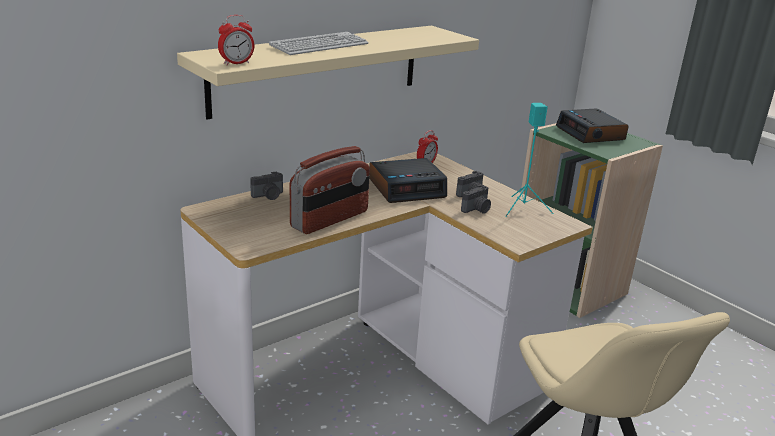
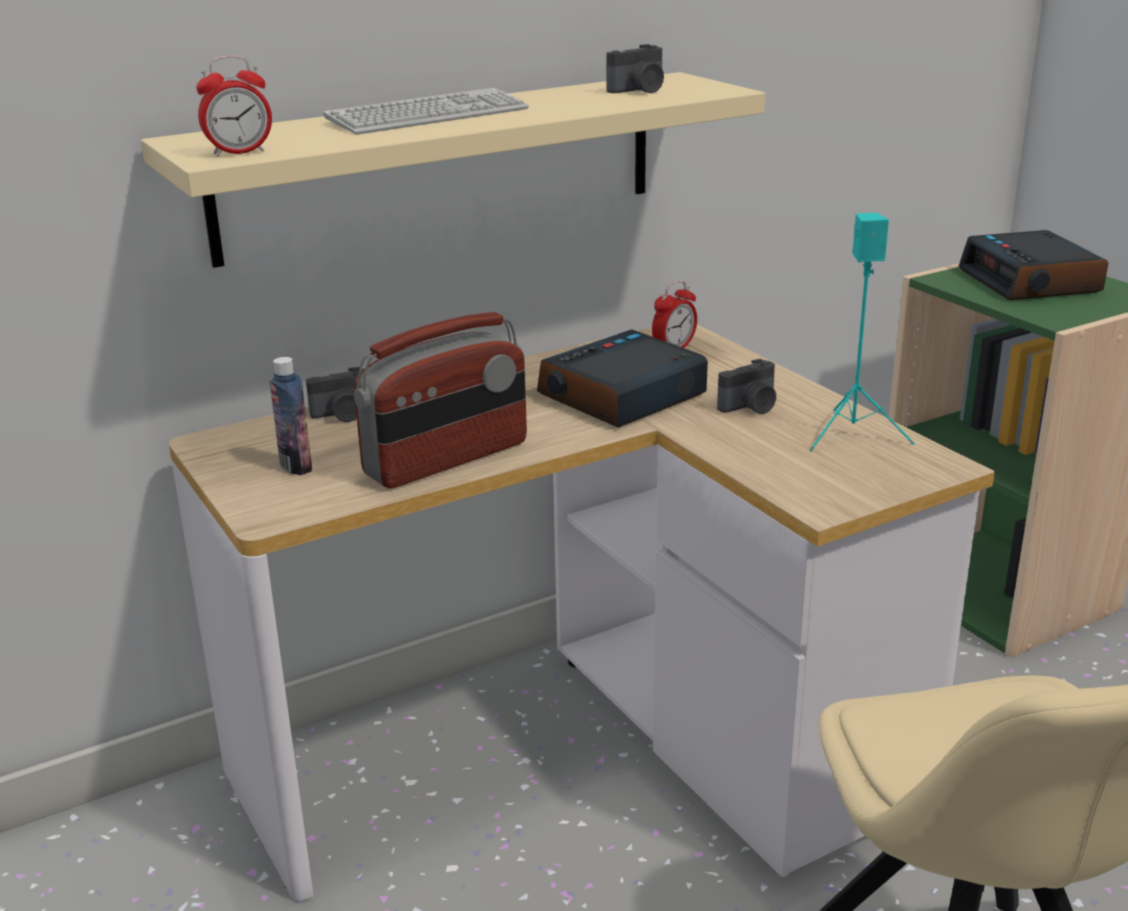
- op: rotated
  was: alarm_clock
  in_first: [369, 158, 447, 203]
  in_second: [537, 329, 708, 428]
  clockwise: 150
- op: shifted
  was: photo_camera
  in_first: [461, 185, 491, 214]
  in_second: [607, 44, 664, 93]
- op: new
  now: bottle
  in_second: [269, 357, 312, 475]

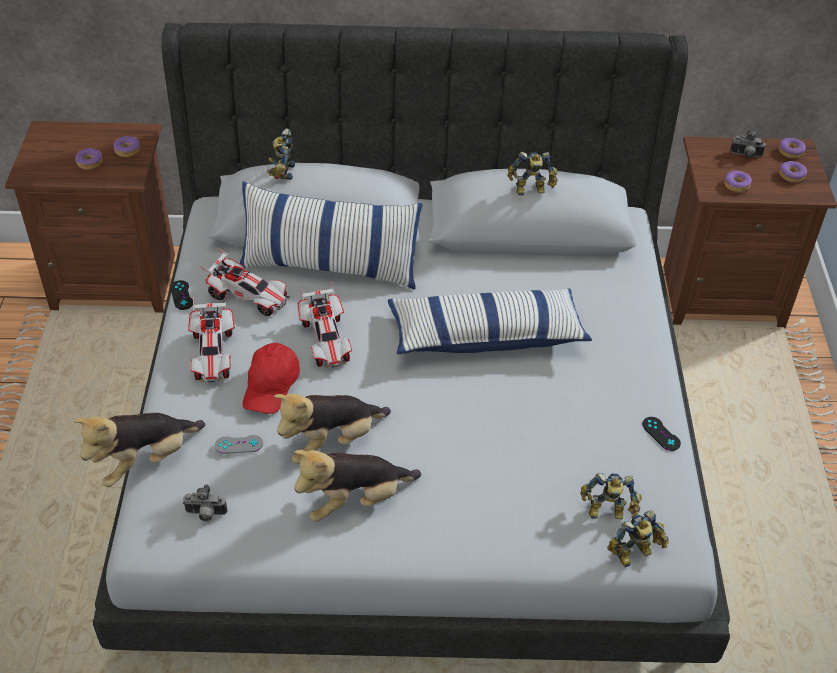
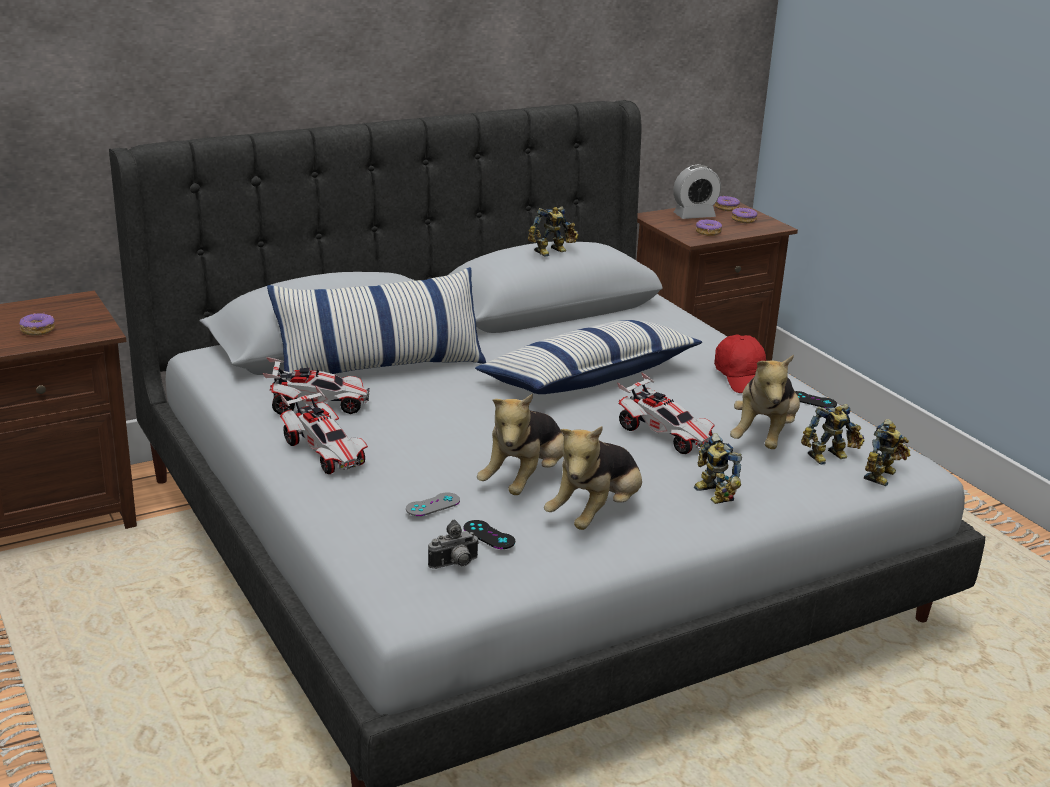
- op: shifted
  was: plush_toy
  in_first: [73, 413, 205, 487]
  in_second: [730, 355, 800, 449]
- op: gone
  was: donut
  in_first: [113, 136, 140, 157]
- op: shifted
  was: black_game_controller
  in_first: [170, 280, 193, 310]
  in_second: [463, 520, 515, 549]
- op: shifted
  was: red_cap
  in_first: [243, 343, 300, 414]
  in_second: [714, 335, 766, 393]
- op: shifted
  was: toy_robot
  in_first: [267, 128, 295, 180]
  in_second: [694, 433, 742, 504]
- op: shifted
  was: toy_car
  in_first: [298, 281, 352, 367]
  in_second: [617, 372, 715, 454]
- op: swapped
  was: photo_camera
  now: alarm_clock
  in_first: [730, 129, 766, 158]
  in_second: [673, 165, 721, 219]

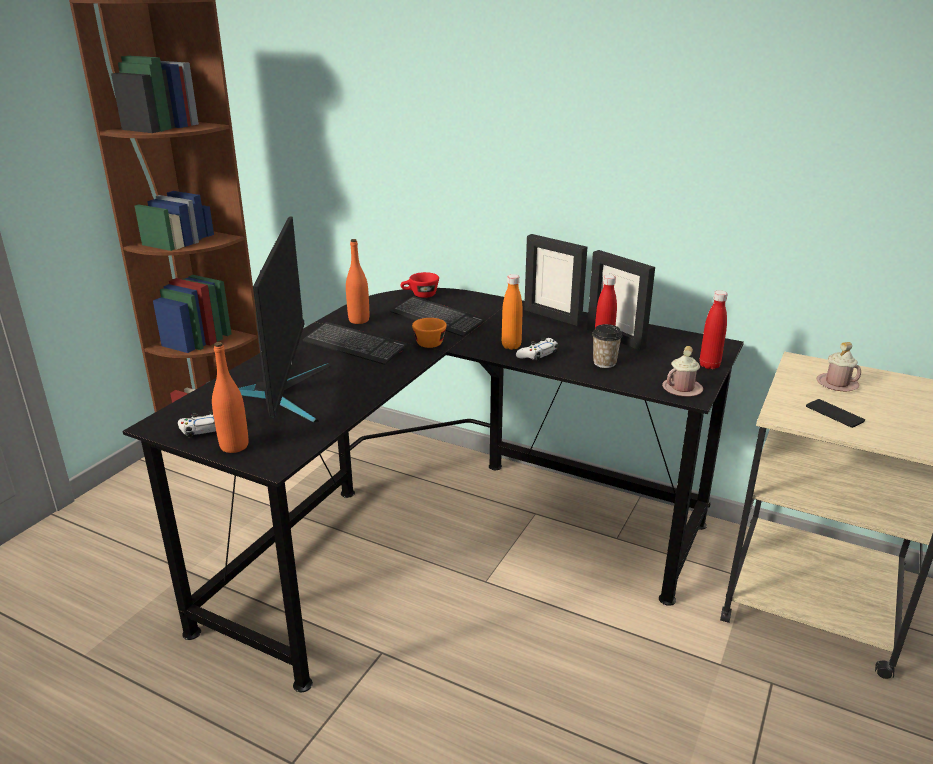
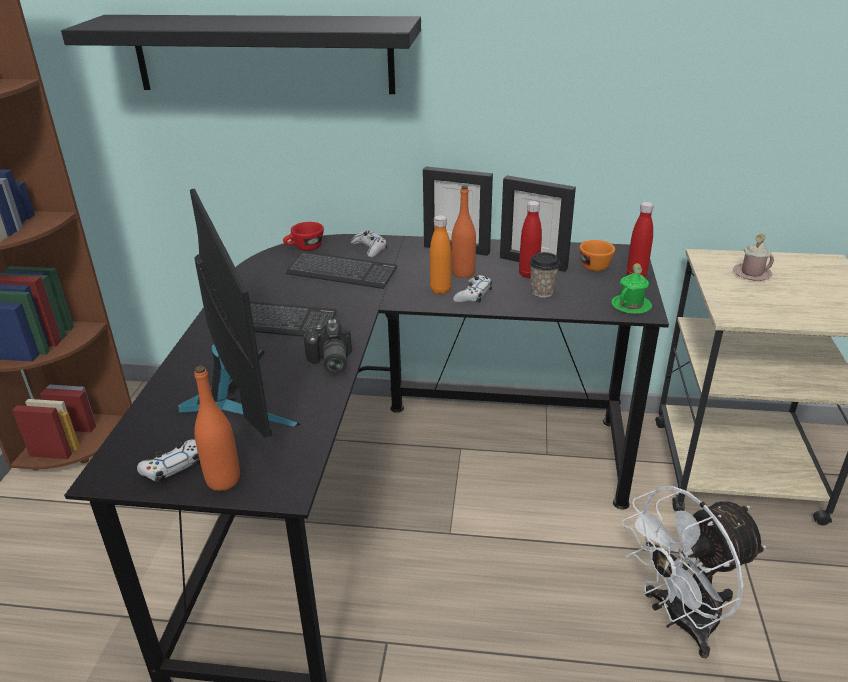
- op: shifted
  was: orange_bottle
  in_first: [346, 239, 369, 324]
  in_second: [451, 186, 476, 278]
- op: shifted
  was: orange_cup
  in_first: [412, 318, 447, 348]
  in_second: [580, 240, 615, 271]
- op: repainted
  was: pink_mug
  now: green_mug
  in_first: [662, 346, 703, 397]
  in_second: [611, 263, 652, 314]
- op: gone
  was: phone
  in_first: [806, 399, 865, 428]
- op: new
  now: black_shelf
  in_second: [61, 15, 421, 94]
- op: new
  now: photo_camera
  in_second: [304, 319, 352, 375]
- op: new
  now: white_game_controller
  in_second: [351, 231, 387, 258]
- op: new
  now: white_fan
  in_second: [621, 486, 766, 658]

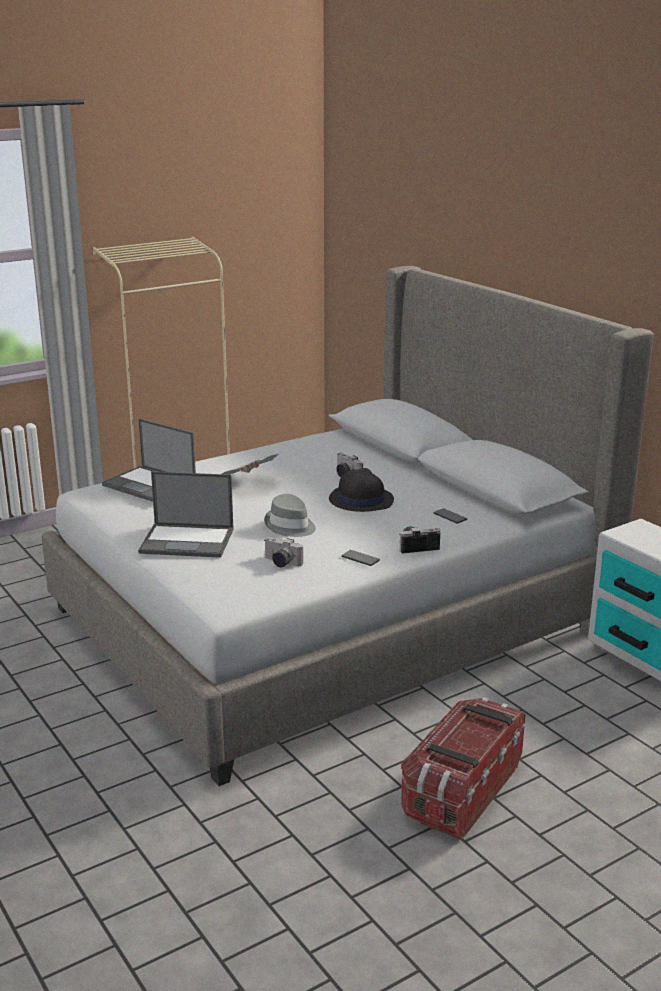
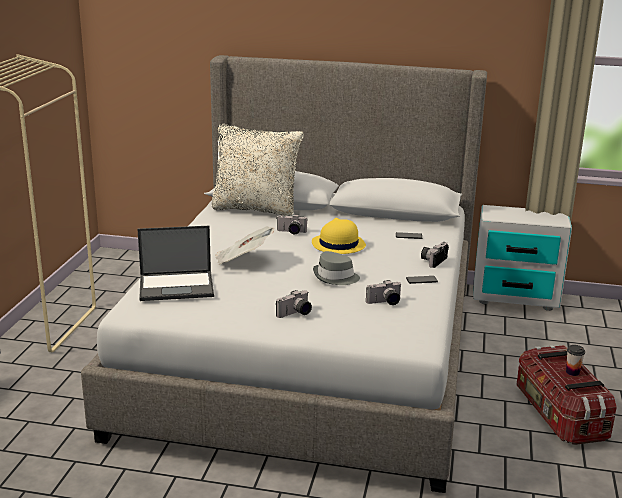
- op: swapped
  was: laptop
  now: photo_camera
  in_first: [138, 471, 234, 558]
  in_second: [276, 290, 312, 318]
- op: repainted
  was: black_hat
  now: yellow_hat
  in_first: [329, 468, 394, 512]
  in_second: [312, 218, 366, 254]
- op: new
  now: beige_pillow
  in_second: [212, 123, 304, 216]
- op: new
  now: cup
  in_second: [566, 345, 585, 376]

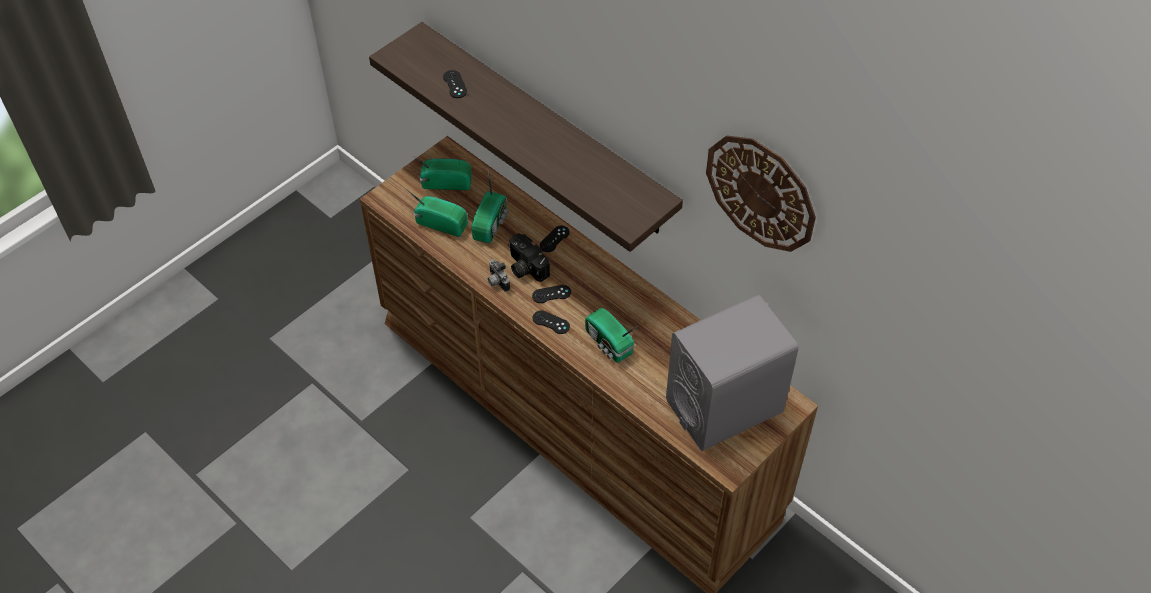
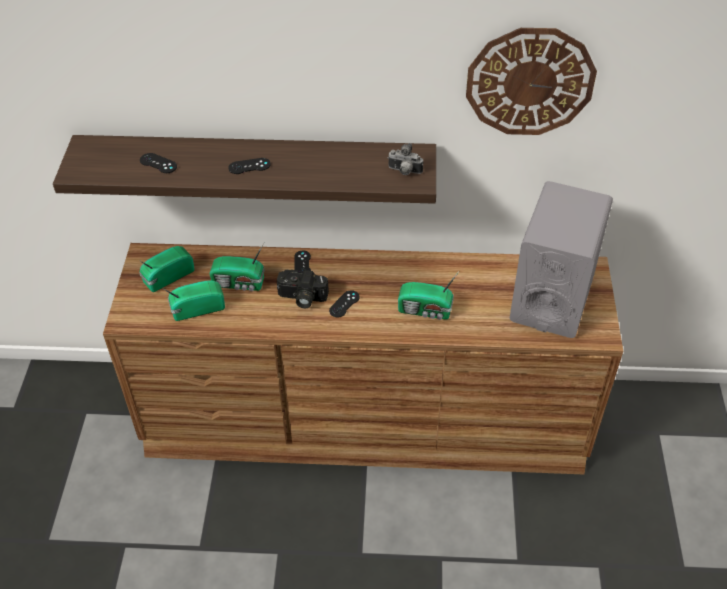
- op: rotated
  was: radio
  in_first: [472, 171, 508, 243]
  in_second: [209, 243, 265, 291]
  clockwise: 120
- op: shifted
  was: photo_camera
  in_first: [488, 259, 510, 292]
  in_second: [388, 143, 423, 175]
- op: shifted
  was: black_game_controller
  in_first: [533, 310, 570, 334]
  in_second: [228, 158, 271, 174]

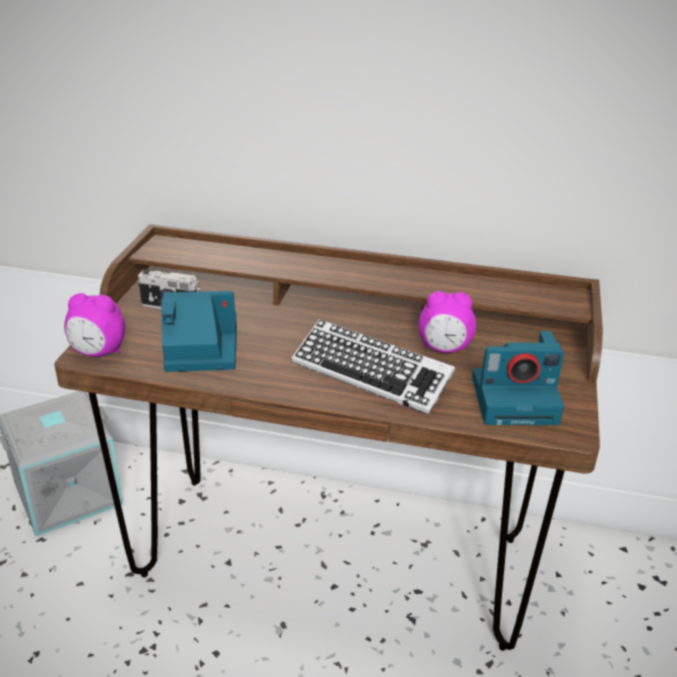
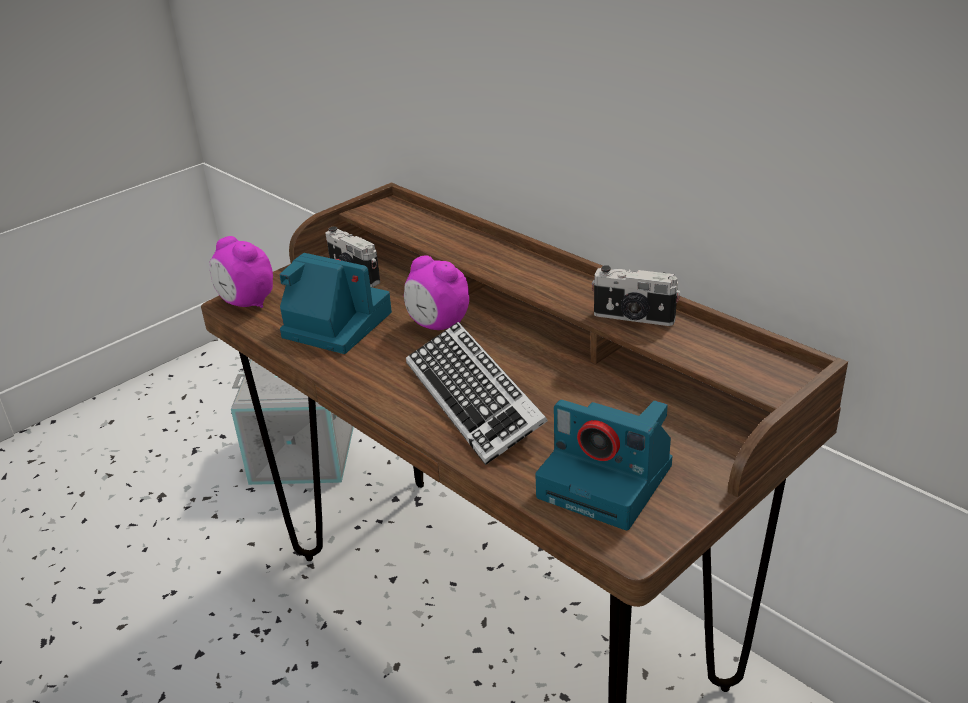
- op: shifted
  was: alarm_clock
  in_first: [419, 291, 476, 353]
  in_second: [404, 255, 469, 330]
- op: new
  now: photo_camera
  in_second: [592, 265, 681, 326]

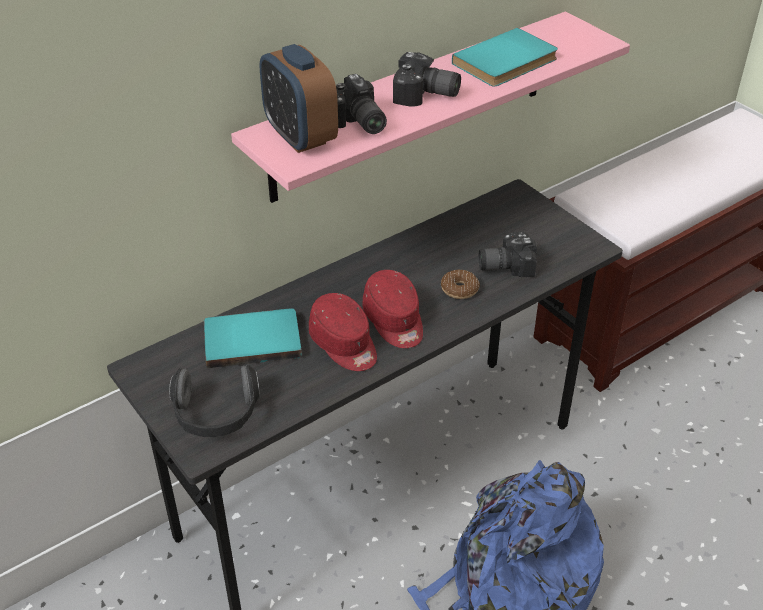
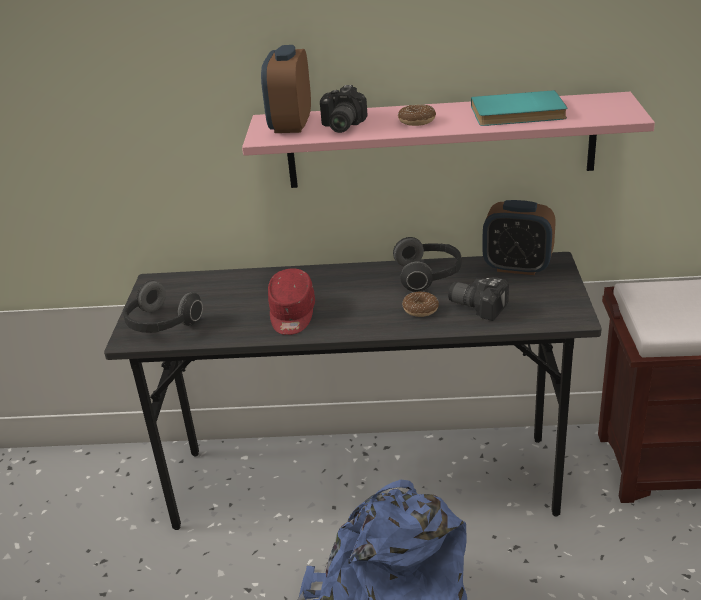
- op: gone
  was: turquoise_book
  in_first: [204, 309, 302, 368]
- op: gone
  was: red_cap
  in_first: [362, 270, 423, 348]
- op: swapped
  was: photo_camera
  now: donut
  in_first: [393, 52, 461, 107]
  in_second: [398, 104, 436, 126]
- op: new
  now: headphones
  in_second: [393, 237, 461, 292]
- op: new
  now: alarm_clock
  in_second: [482, 200, 556, 275]

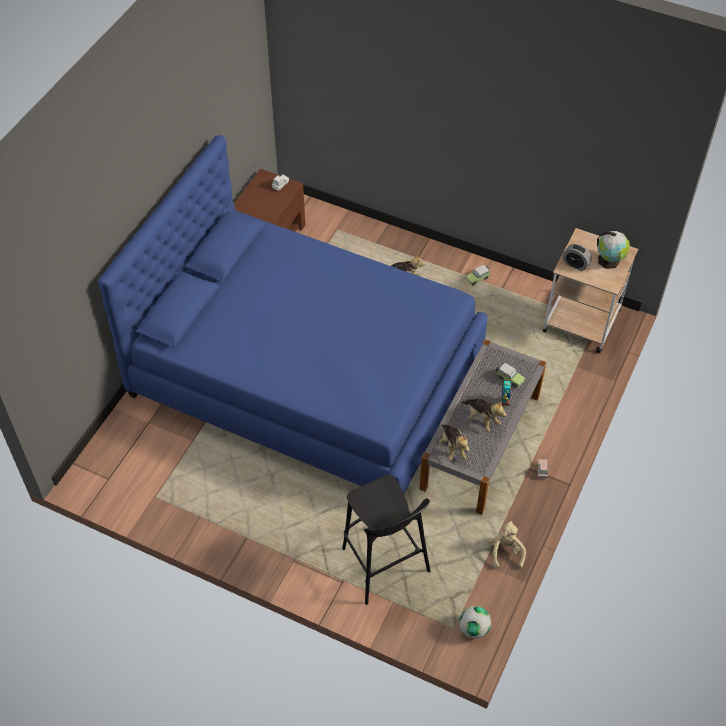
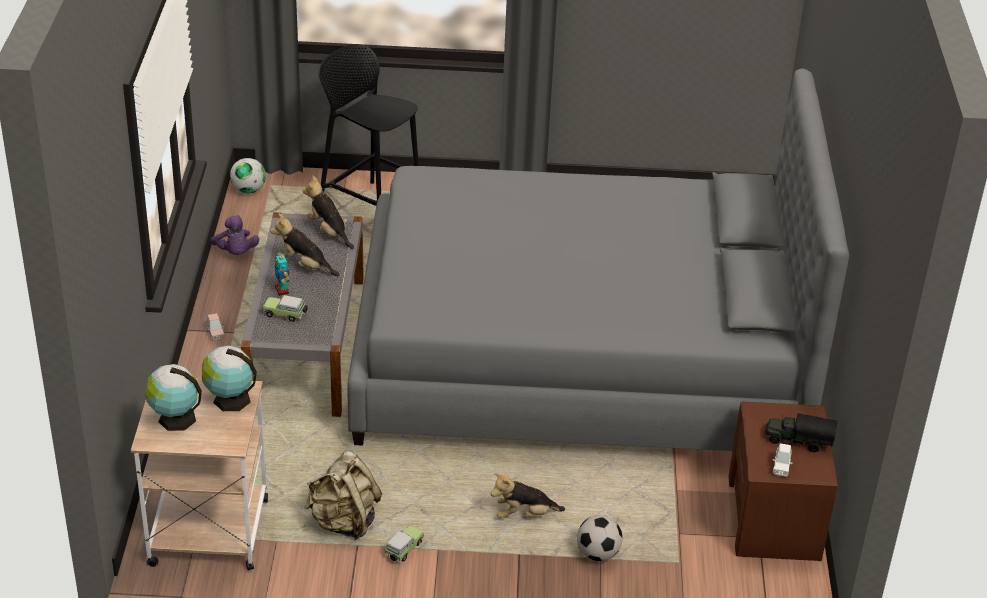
- op: repainted
  was: blue_bed
  now: grey_bed
  in_first: [98, 135, 487, 493]
  in_second: [347, 68, 849, 451]
- op: repainted
  was: beige_plush_toy
  now: purple_plush_toy
  in_first: [488, 521, 526, 569]
  in_second: [210, 215, 259, 255]
- op: swapped
  was: alarm_clock
  now: globe
  in_first: [563, 244, 592, 271]
  in_second: [202, 346, 257, 411]
- op: new
  now: beige_backpack
  in_second: [305, 451, 382, 540]
- op: new
  now: football
  in_second: [577, 515, 623, 561]
- op: new
  now: toy_truck
  in_second: [765, 413, 838, 452]

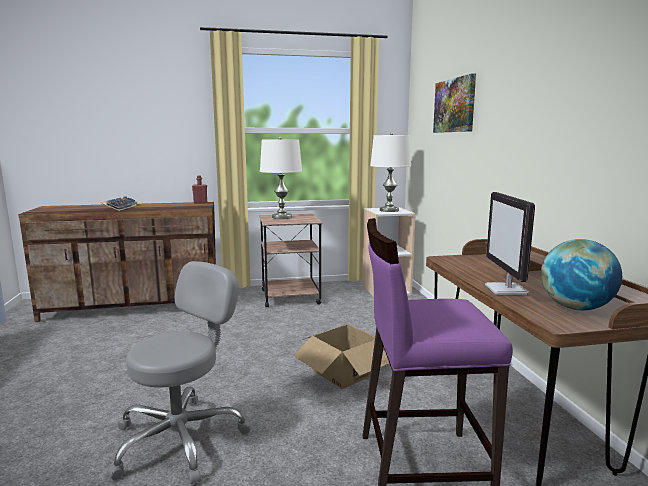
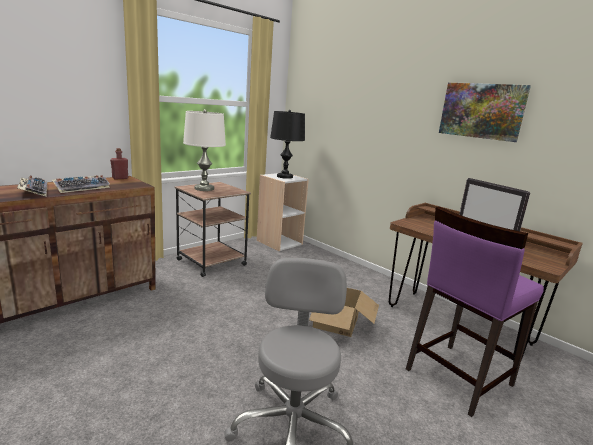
- op: repainted
  was: white_table_lamp
  now: black_table_lamp
  in_first: [370, 132, 411, 212]
  in_second: [270, 110, 305, 179]
- op: shifted
  was: picture
  in_first: [433, 73, 476, 133]
  in_second: [439, 83, 531, 142]
- op: gone
  was: globe
  in_first: [541, 239, 622, 310]
- op: new
  now: keyboard
  in_second: [52, 175, 110, 193]

